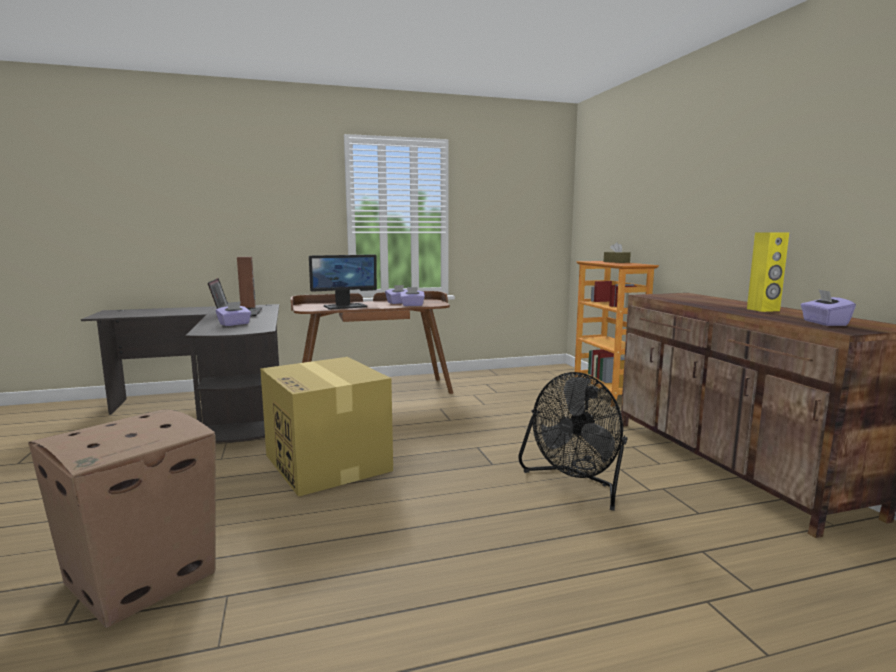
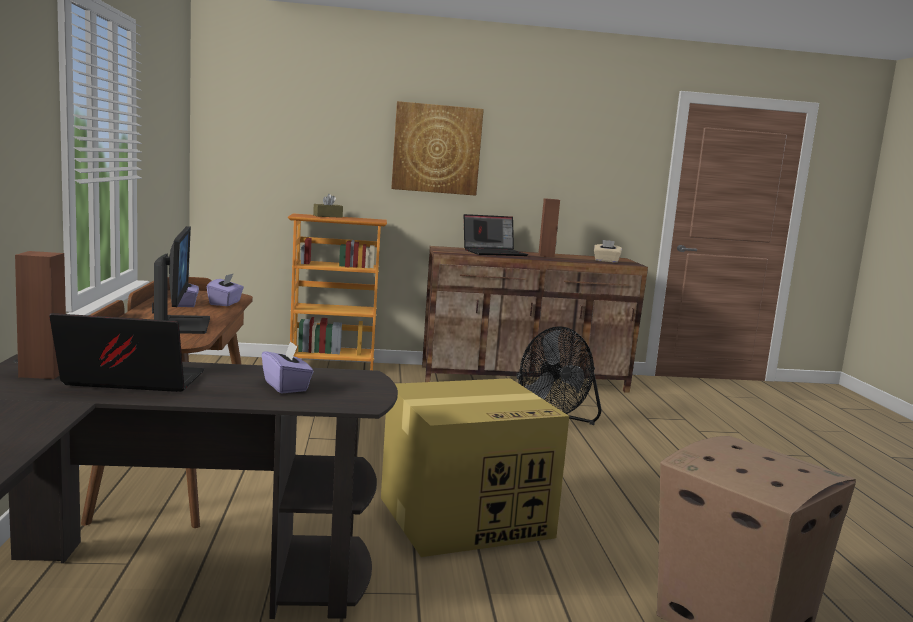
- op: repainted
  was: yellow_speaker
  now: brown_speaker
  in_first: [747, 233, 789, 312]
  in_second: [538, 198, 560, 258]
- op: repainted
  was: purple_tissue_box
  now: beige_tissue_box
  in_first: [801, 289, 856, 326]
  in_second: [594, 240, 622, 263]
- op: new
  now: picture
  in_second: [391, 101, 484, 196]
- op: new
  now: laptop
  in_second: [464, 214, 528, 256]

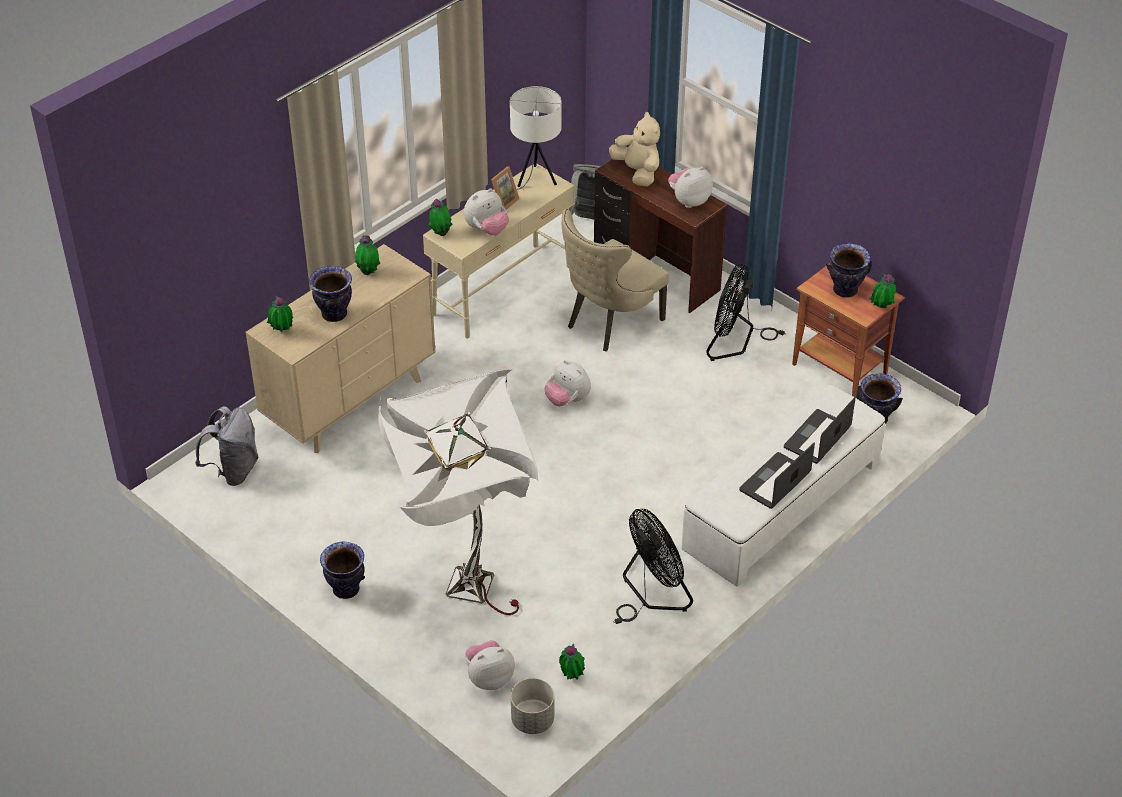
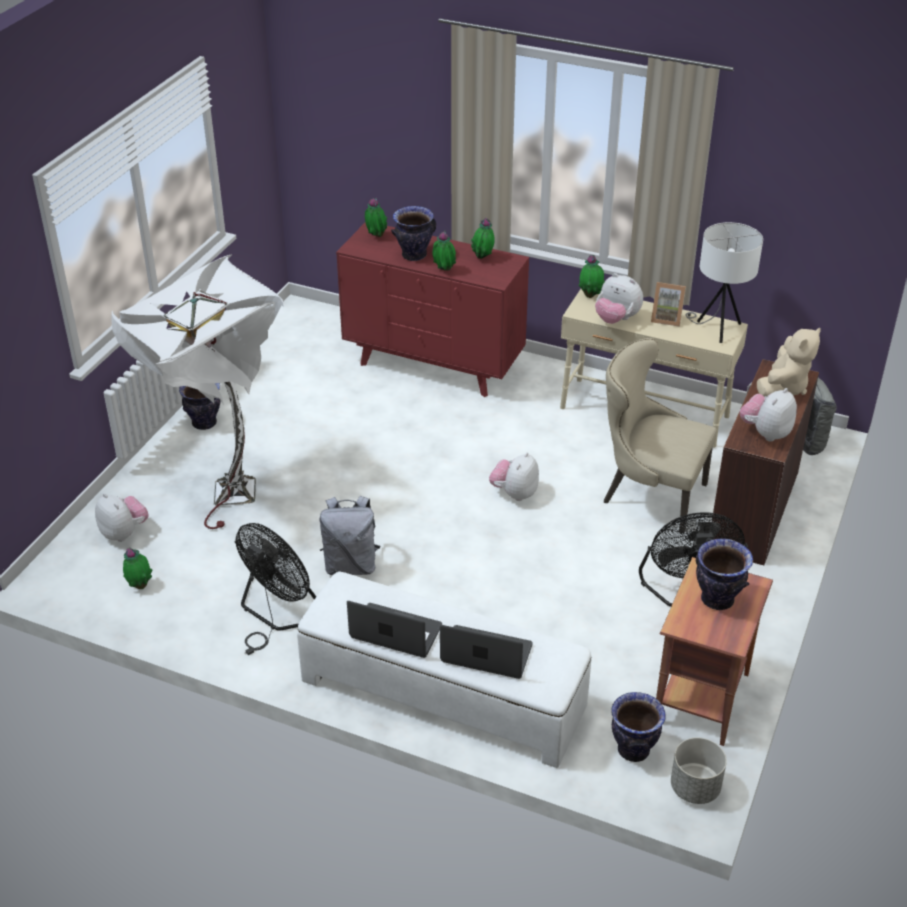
- op: shifted
  was: grey_backpack
  in_first: [195, 406, 259, 486]
  in_second: [319, 496, 380, 575]
- op: repainted
  was: beige_dresser
  now: red_dresser
  in_first: [246, 244, 436, 453]
  in_second: [336, 222, 529, 397]
- op: shifted
  was: grey_planter
  in_first: [511, 678, 554, 734]
  in_second: [671, 738, 727, 804]
- op: rotated
  was: black_fan
  in_first: [613, 509, 693, 624]
  in_second: [235, 523, 316, 655]
  clockwise: -90
- op: rotated
  was: plush_toy
  in_first: [668, 166, 713, 208]
  in_second: [740, 388, 797, 442]
  clockwise: -90
- op: shifted
  was: potted_plant
  in_first: [870, 274, 896, 308]
  in_second: [432, 231, 456, 271]

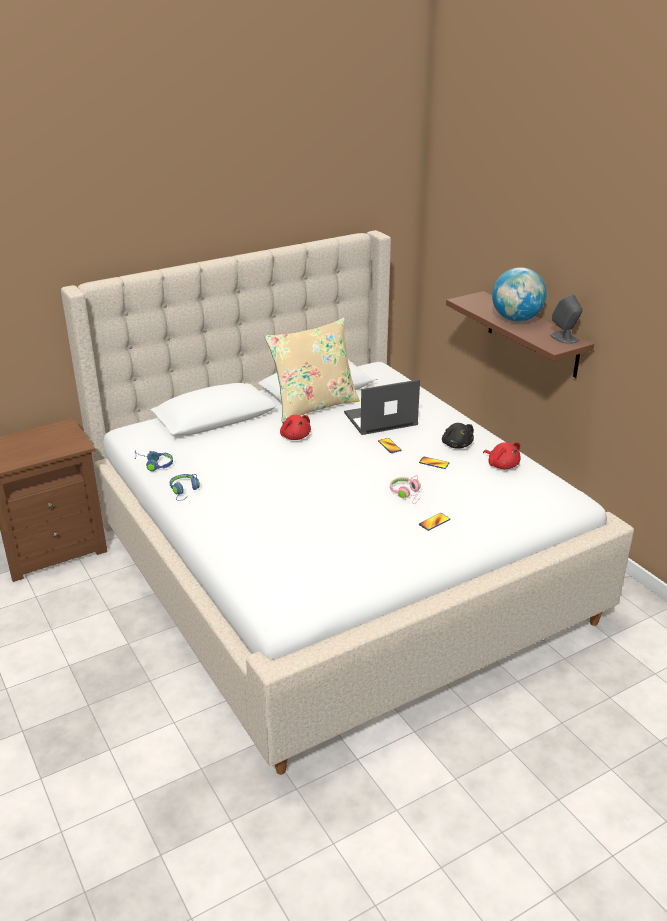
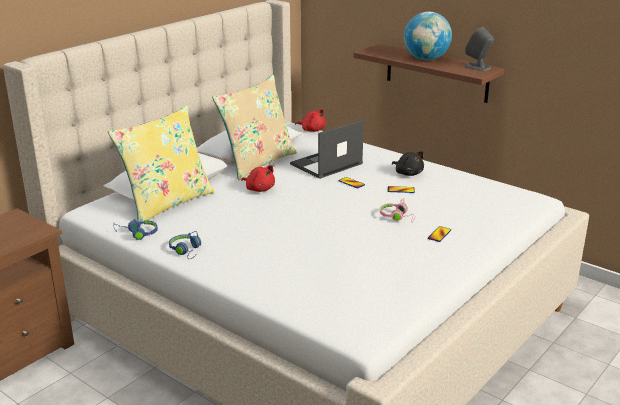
- op: shifted
  was: red_plush_toy
  in_first: [483, 442, 521, 469]
  in_second: [295, 109, 326, 132]
- op: new
  now: yellow_pillow
  in_second: [108, 105, 214, 222]

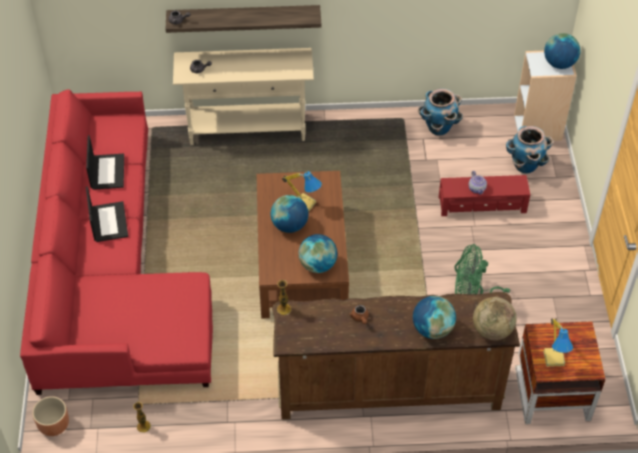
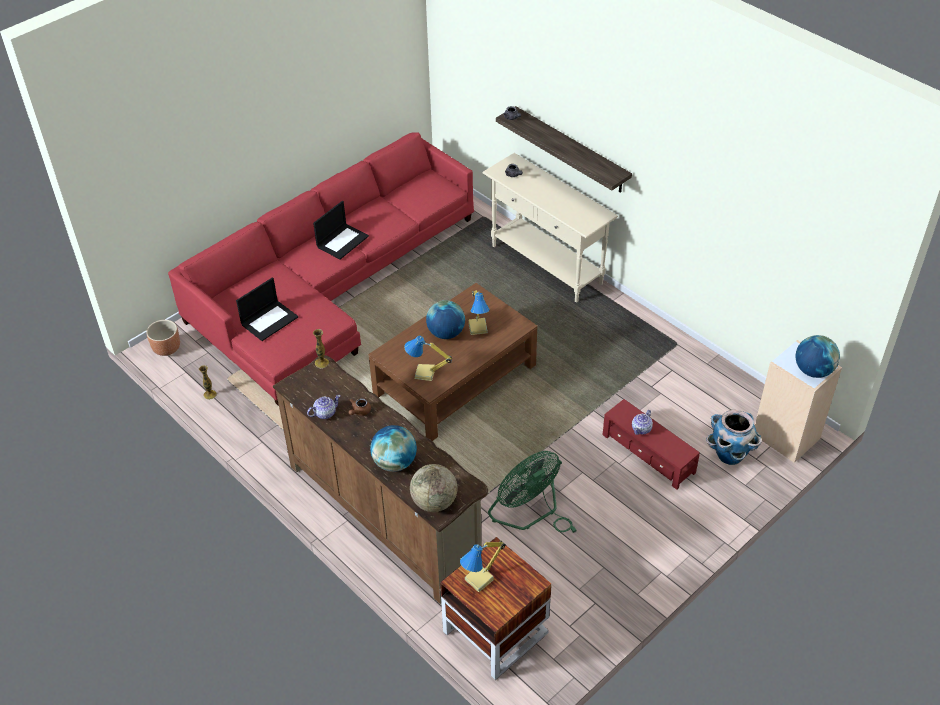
- op: shifted
  was: laptop
  in_first: [86, 135, 124, 190]
  in_second: [236, 277, 298, 341]
- op: swapped
  was: globe
  now: table_lamp
  in_first: [298, 234, 337, 273]
  in_second: [404, 336, 452, 381]
- op: gone
  was: planter
  in_first: [418, 88, 463, 136]
- op: new
  now: teapot
  in_second: [307, 395, 341, 419]

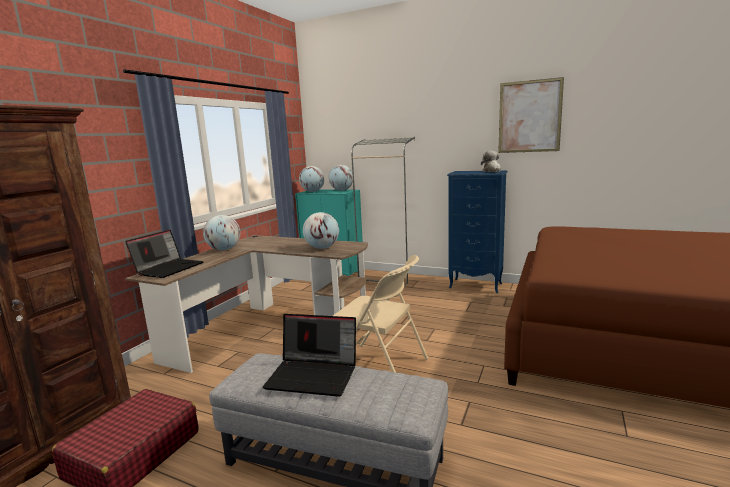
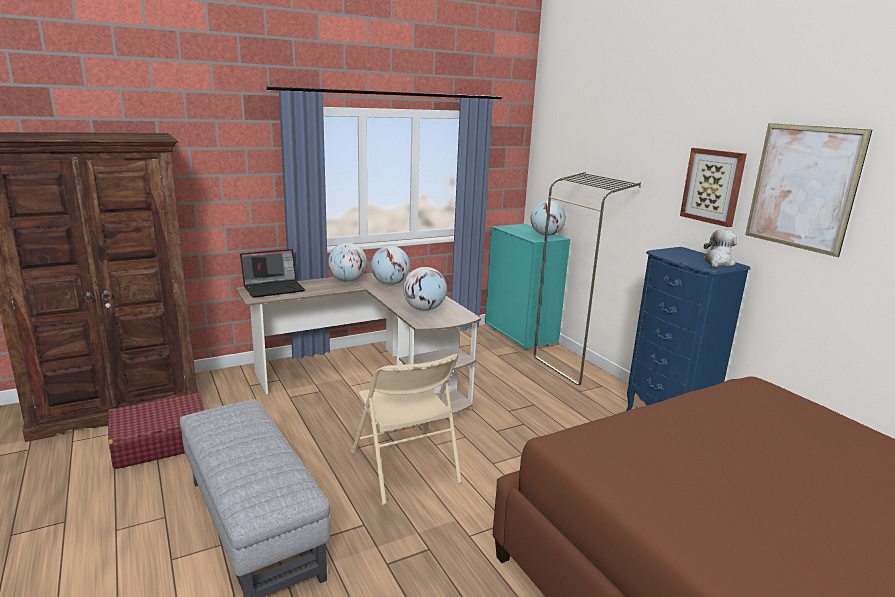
- op: gone
  was: laptop
  in_first: [263, 314, 356, 397]
- op: shifted
  was: globe
  in_first: [299, 166, 325, 192]
  in_second: [371, 246, 410, 285]
- op: new
  now: picture
  in_second: [680, 148, 747, 227]

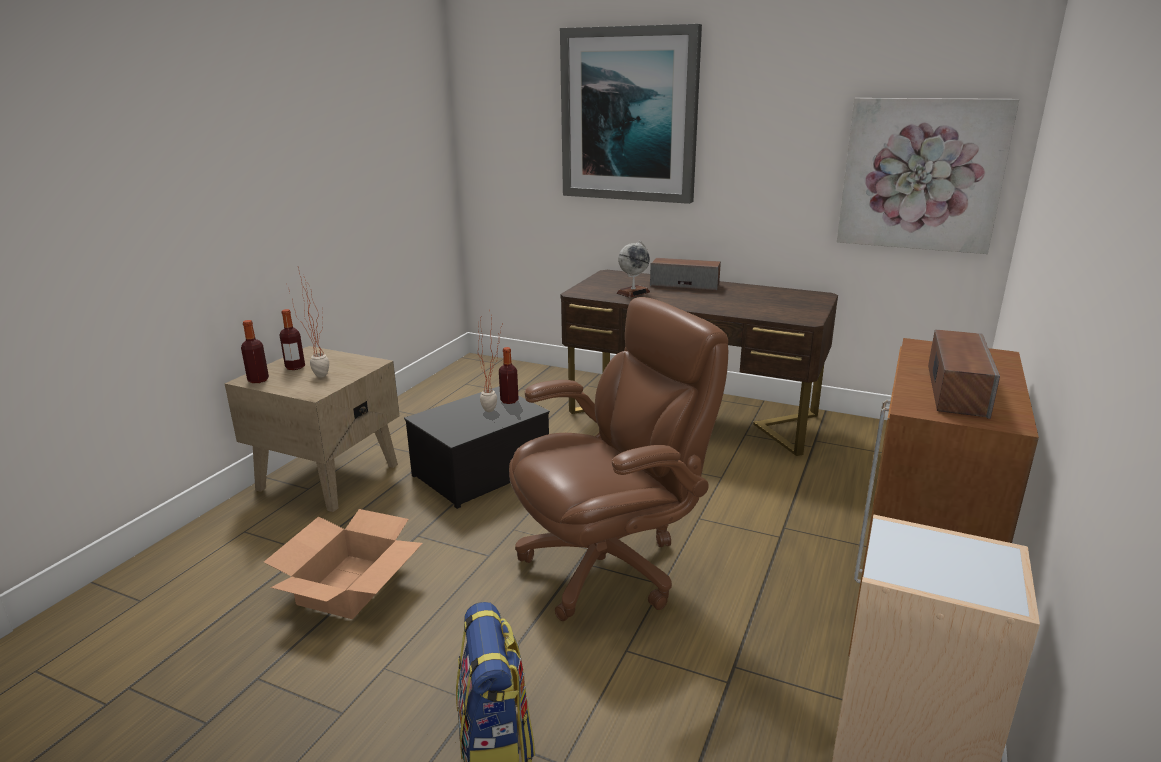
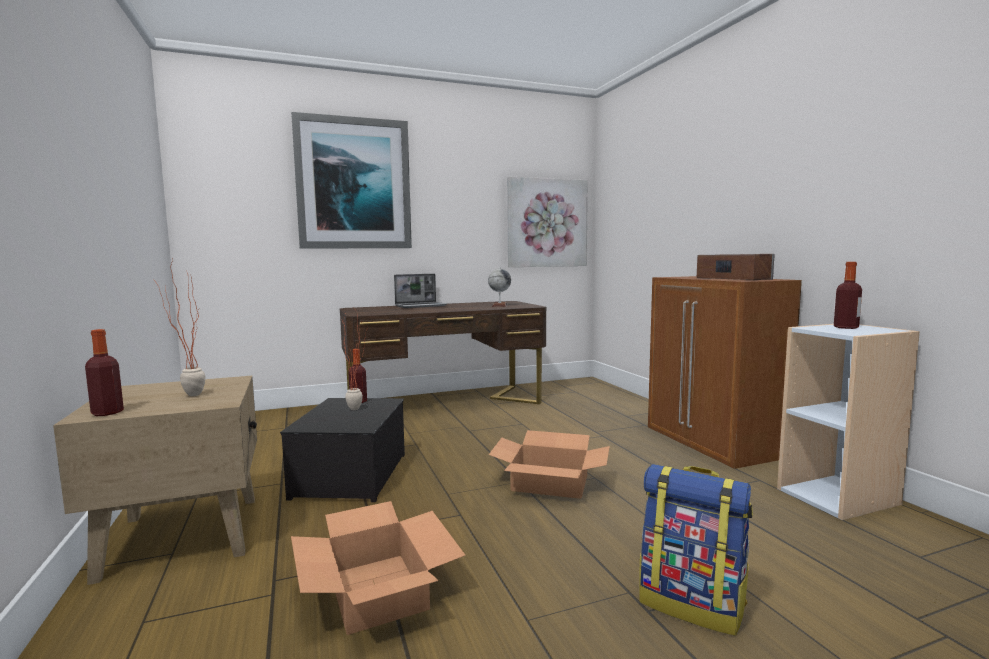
- op: shifted
  was: bottle
  in_first: [280, 309, 305, 370]
  in_second: [834, 262, 862, 329]
- op: swapped
  was: brown_office_chair
  now: cardboard_box
  in_first: [509, 297, 728, 621]
  in_second: [489, 430, 610, 499]
- op: shifted
  was: globe
  in_first: [617, 241, 650, 298]
  in_second: [488, 267, 511, 307]
- op: swapped
  was: speaker
  now: laptop
  in_first: [650, 258, 721, 290]
  in_second: [394, 274, 447, 308]

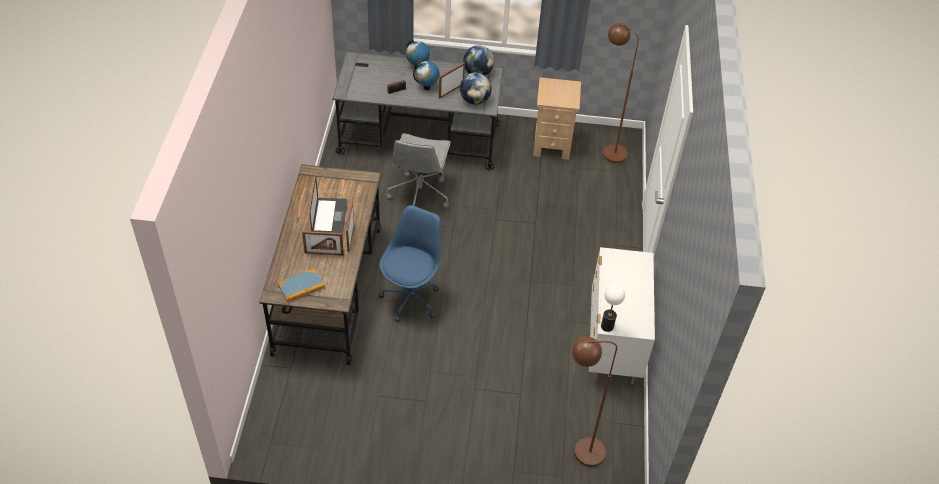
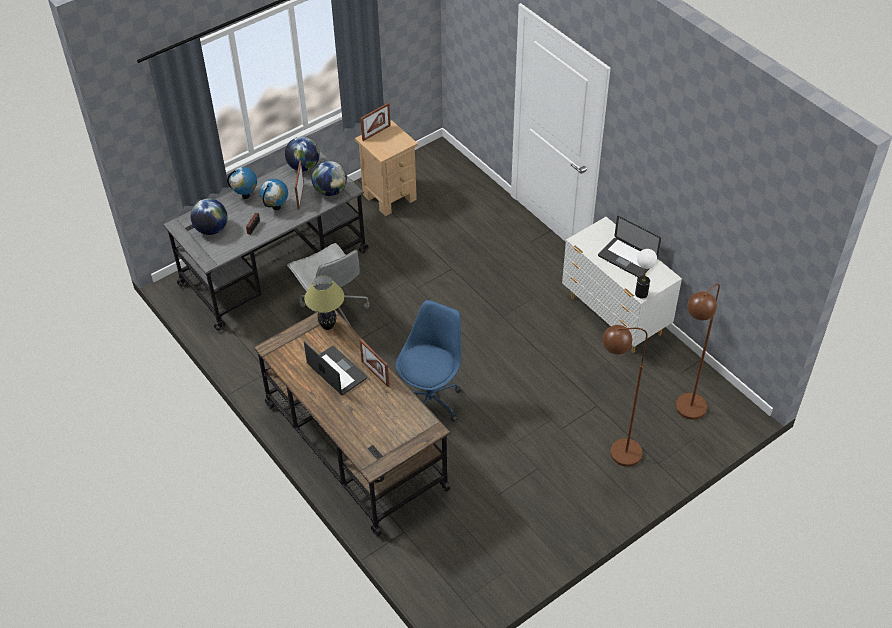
- op: gone
  was: book
  in_first: [277, 268, 325, 302]
- op: shifted
  was: picture_frame
  in_first: [302, 231, 344, 256]
  in_second: [360, 103, 391, 141]
- op: rotated
  was: blue_office_chair
  in_first: [379, 205, 440, 322]
  in_second: [396, 300, 461, 422]
  clockwise: 45
- op: shifted
  was: brown_floor_lamp
  in_first: [603, 23, 639, 163]
  in_second: [603, 325, 648, 467]
- op: new
  now: globe
  in_second: [191, 198, 228, 235]
- op: new
  now: table_lamp
  in_second: [304, 275, 345, 330]
- op: new
  now: laptop
  in_second: [598, 216, 661, 277]

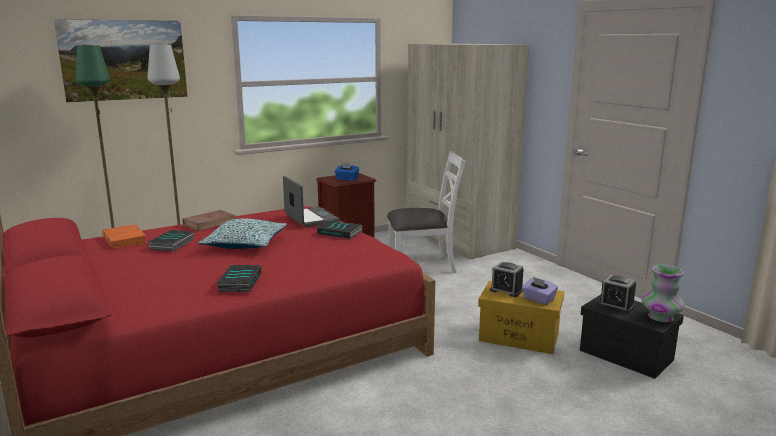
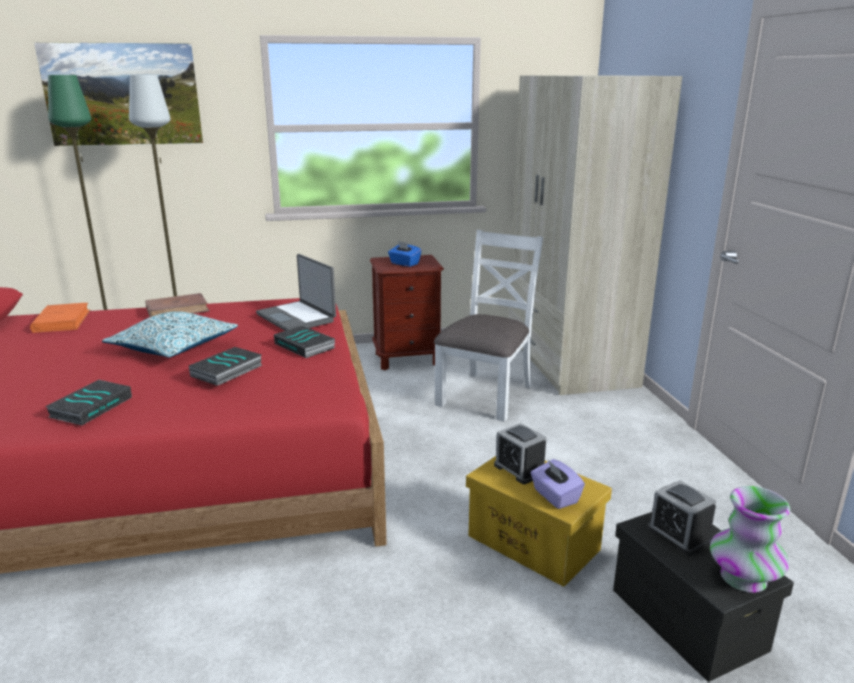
- op: shifted
  was: book
  in_first: [148, 230, 195, 251]
  in_second: [189, 347, 262, 386]
- op: rotated
  was: laptop
  in_first: [283, 176, 340, 227]
  in_second: [256, 254, 336, 331]
  clockwise: 150
- op: rotated
  was: white_chair
  in_first: [387, 151, 466, 273]
  in_second: [434, 230, 543, 422]
  clockwise: -75

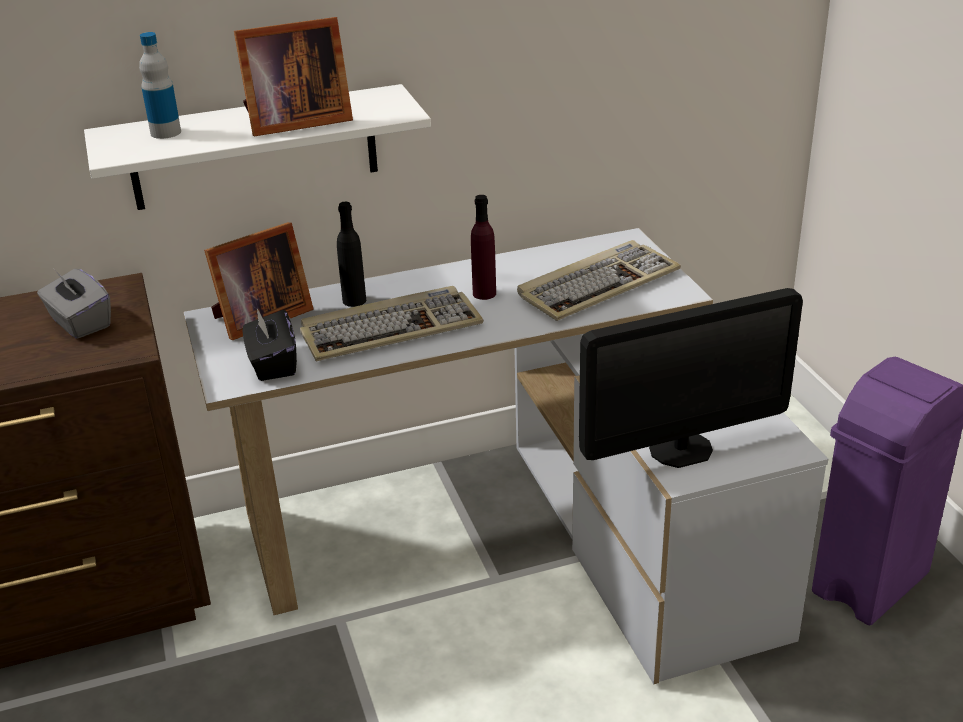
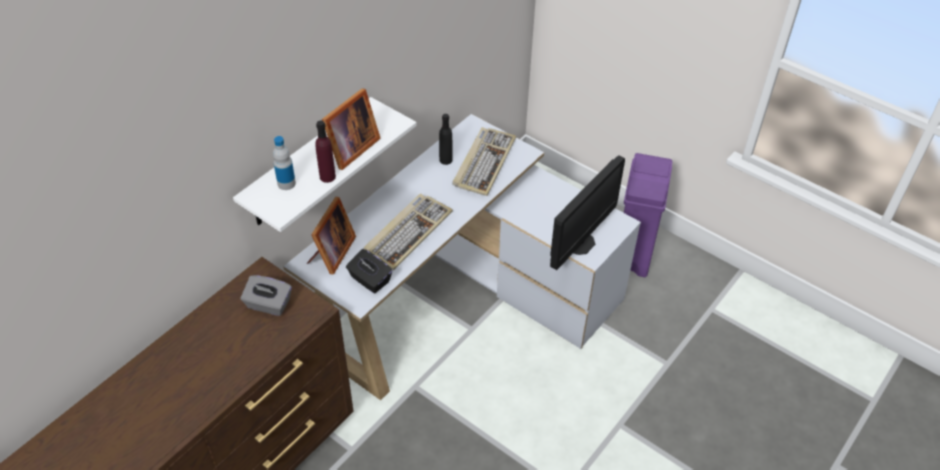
- op: shifted
  was: black_bottle
  in_first: [337, 202, 366, 307]
  in_second: [439, 114, 452, 165]
- op: shifted
  was: purple_bottle
  in_first: [471, 195, 496, 300]
  in_second: [315, 120, 336, 183]

